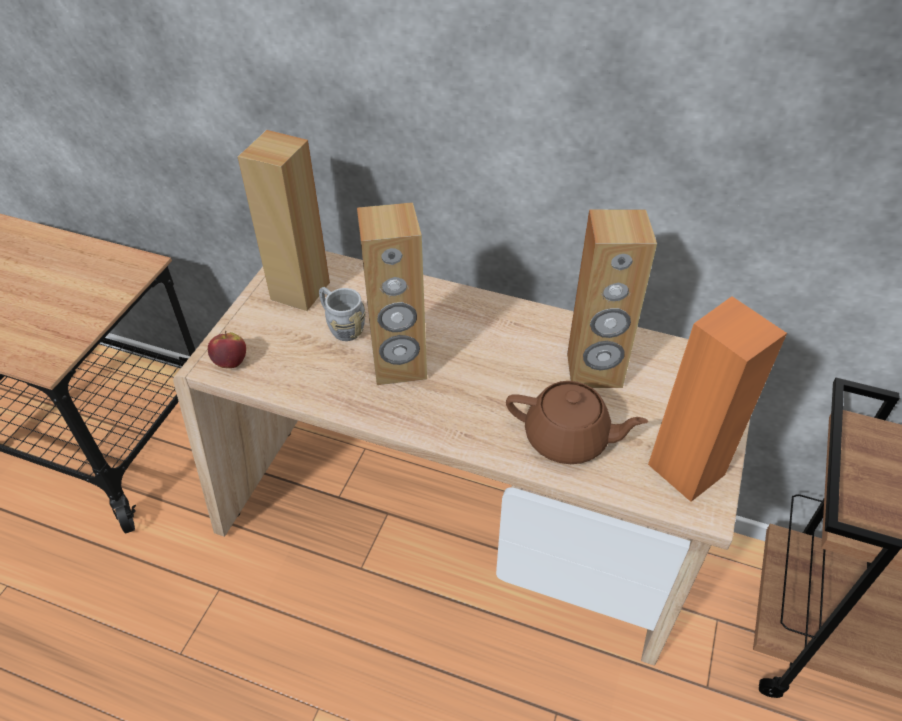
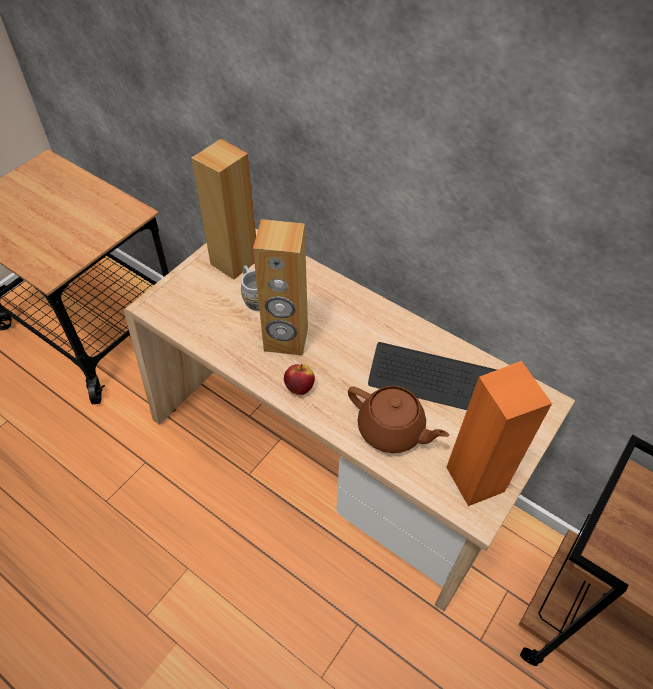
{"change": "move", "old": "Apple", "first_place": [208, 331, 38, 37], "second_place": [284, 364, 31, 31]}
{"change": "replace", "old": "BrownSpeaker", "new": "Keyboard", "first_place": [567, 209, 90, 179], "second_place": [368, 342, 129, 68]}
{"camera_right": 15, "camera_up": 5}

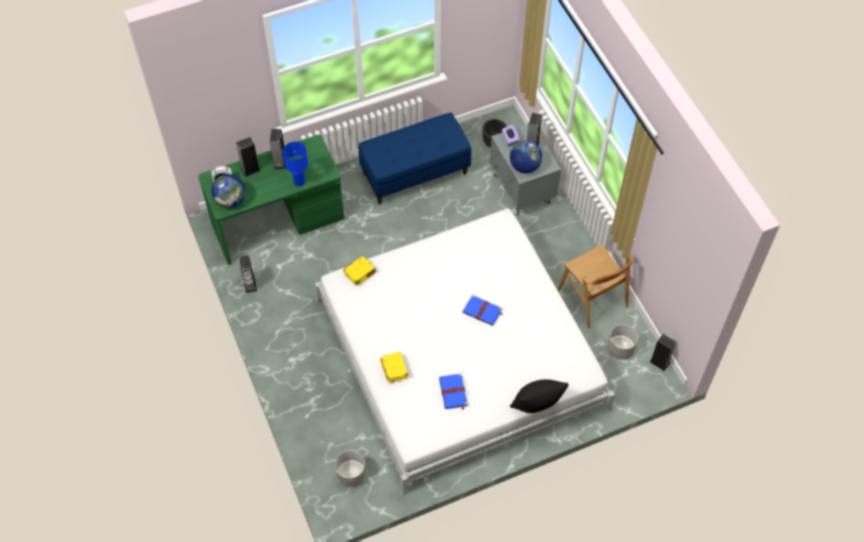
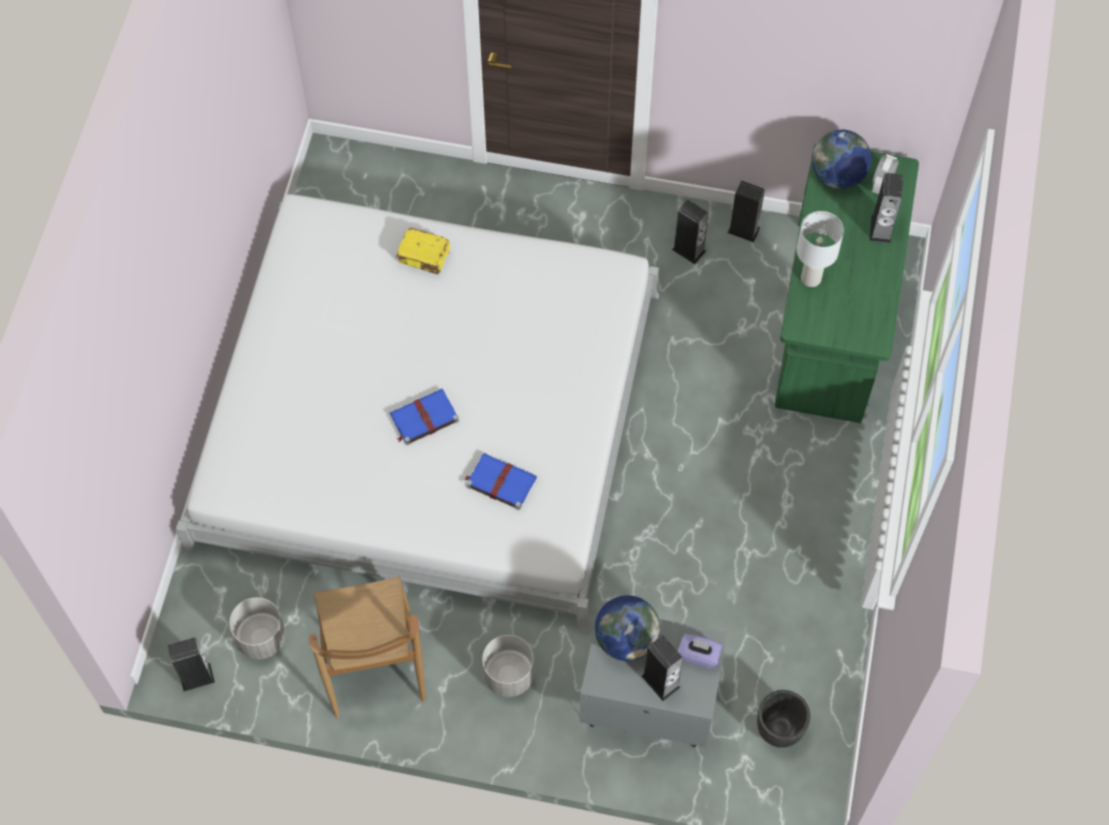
{"change": "delete", "old": "YellowBook", "first_place": [343, 256, 33, 29]}
{"change": "delete", "old": "BlueBench", "first_place": [358, 113, 113, 91]}
{"change": "delete", "old": "BlackPillow", "first_place": [510, 379, 59, 34]}
{"change": "move", "old": "Speaker", "first_place": [270, 129, 15, 40], "second_place": [672, 200, 37, 64]}
{"change": "move", "old": "GreyPlanter", "first_place": [335, 450, 31, 37], "second_place": [482, 635, 52, 62]}
{"change": "move", "old": "BlueBook", "first_place": [439, 373, 29, 37], "second_place": [465, 453, 72, 57]}
{"change": "recolor", "old": "BlueTableLamp", "new": "WhiteTableLamp", "first_place": [283, 142, 25, 44], "second_place": [796, 211, 48, 76]}
{"change": "rotate", "old": "BrownChair", "first_place": [558, 244, 75, 85], "second_place": [309, 577, 117, 141], "degrees": -105}
{"camera_right": 125, "camera_up": 5}

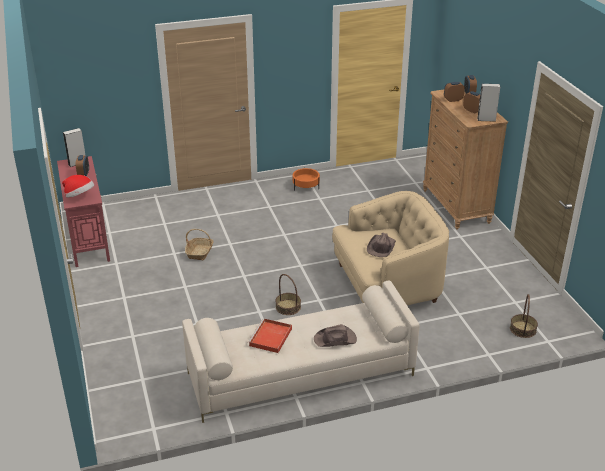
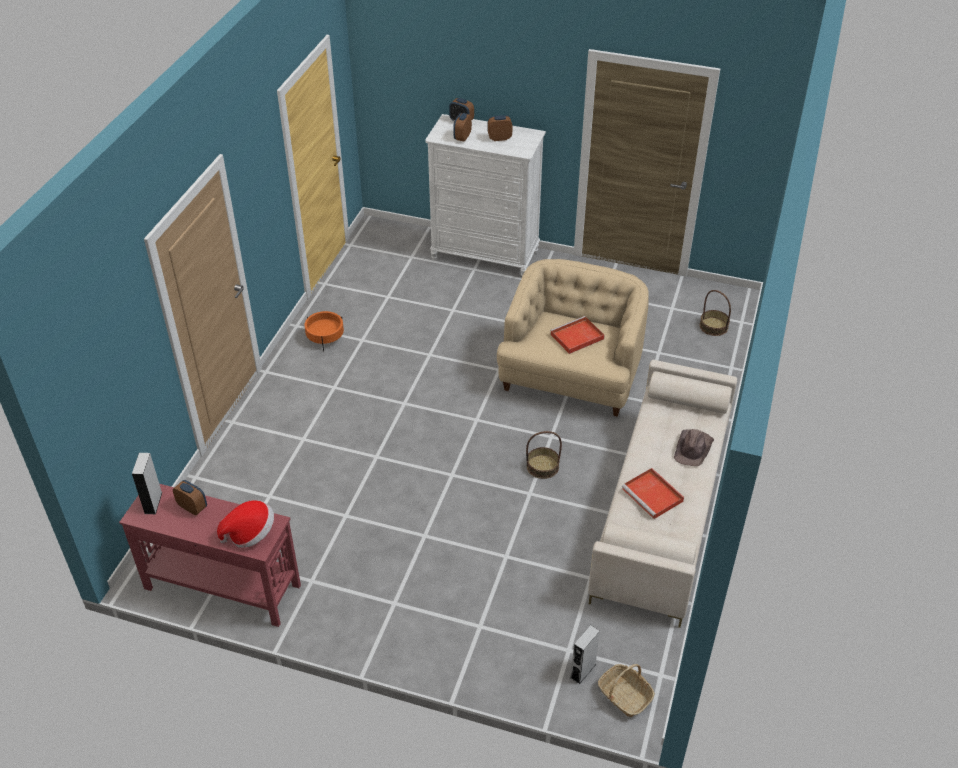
{"change": "move", "old": "Basket", "first_place": [185, 229, 29, 31], "second_place": [598, 664, 57, 53]}
{"change": "move", "old": "GreySpeaker", "first_place": [477, 84, 23, 38], "second_place": [570, 625, 30, 59]}
{"change": "replace", "old": "BrownHat", "new": "RedTray", "first_place": [367, 233, 29, 24], "second_place": [550, 316, 55, 38]}
{"change": "recolor", "old": "BrownDresser", "new": "WhiteDresser", "first_place": [423, 90, 85, 140], "second_place": [425, 114, 121, 162]}
{"camera_right": -55, "camera_up": 10}

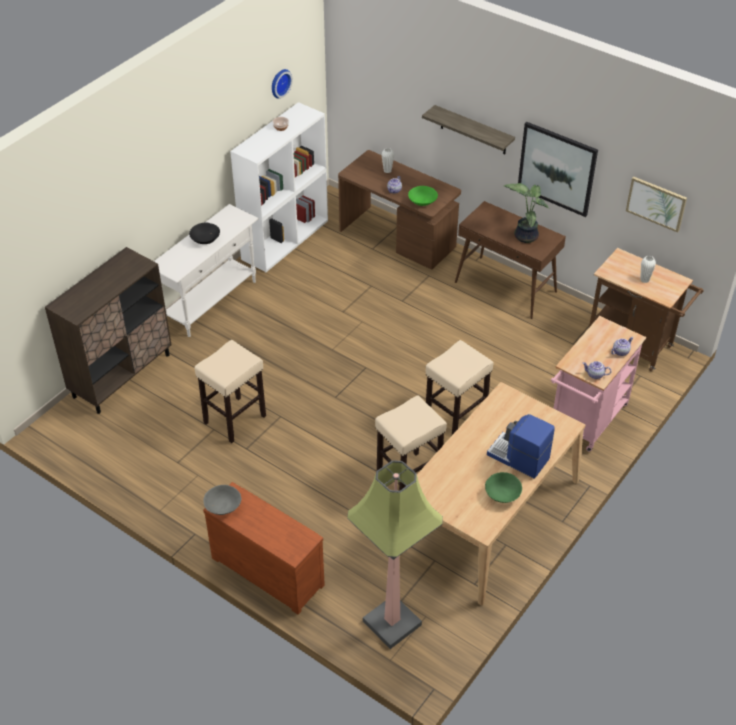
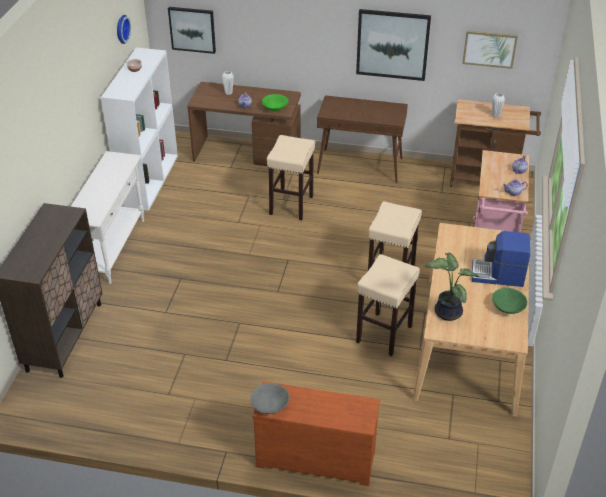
{"change": "delete", "old": "BlackBowl", "first_place": [189, 223, 31, 21]}
{"change": "delete", "old": "FloorLamp", "first_place": [347, 460, 96, 189]}
{"change": "delete", "old": "Shelf", "first_place": [422, 105, 93, 50]}
{"change": "insert", "new": "Picture", "second_place": [168, 7, 48, 47]}
{"change": "move", "old": "BeigeStool", "first_place": [195, 340, 71, 103], "second_place": [267, 135, 48, 85]}
{"change": "move", "old": "PottedPlant", "first_place": [504, 183, 45, 60], "second_place": [425, 253, 56, 68]}
{"camera_right": -25, "camera_up": -5}

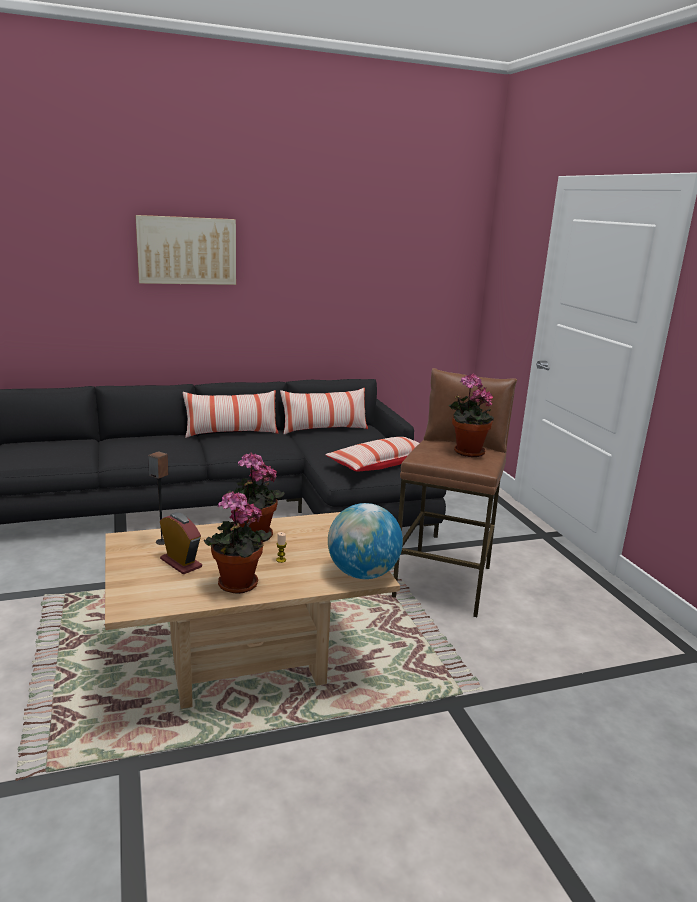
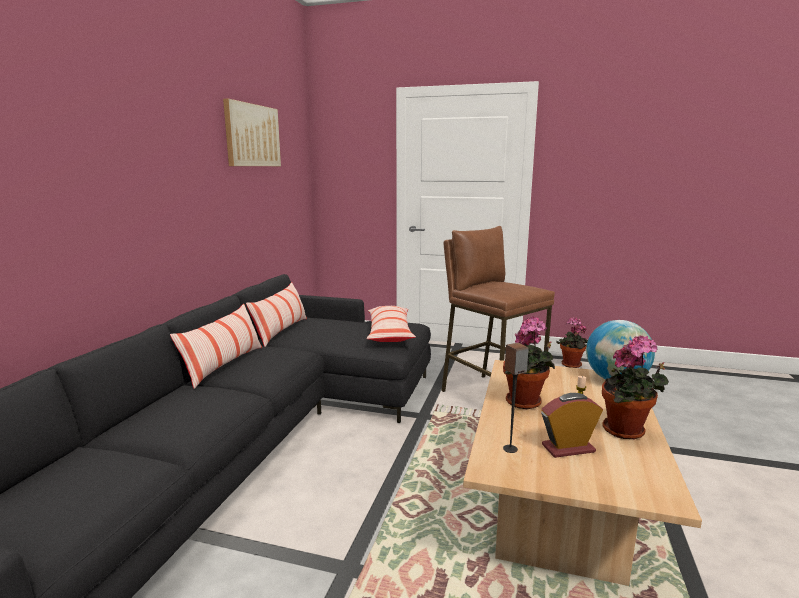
{"change": "move", "old": "Picture", "first_place": [135, 215, 101, 70], "second_place": [223, 99, 58, 67]}
{"change": "move", "old": "PottedPlant", "first_place": [448, 374, 46, 83], "second_place": [556, 317, 32, 51]}
{"camera_right": -55, "camera_up": -5}

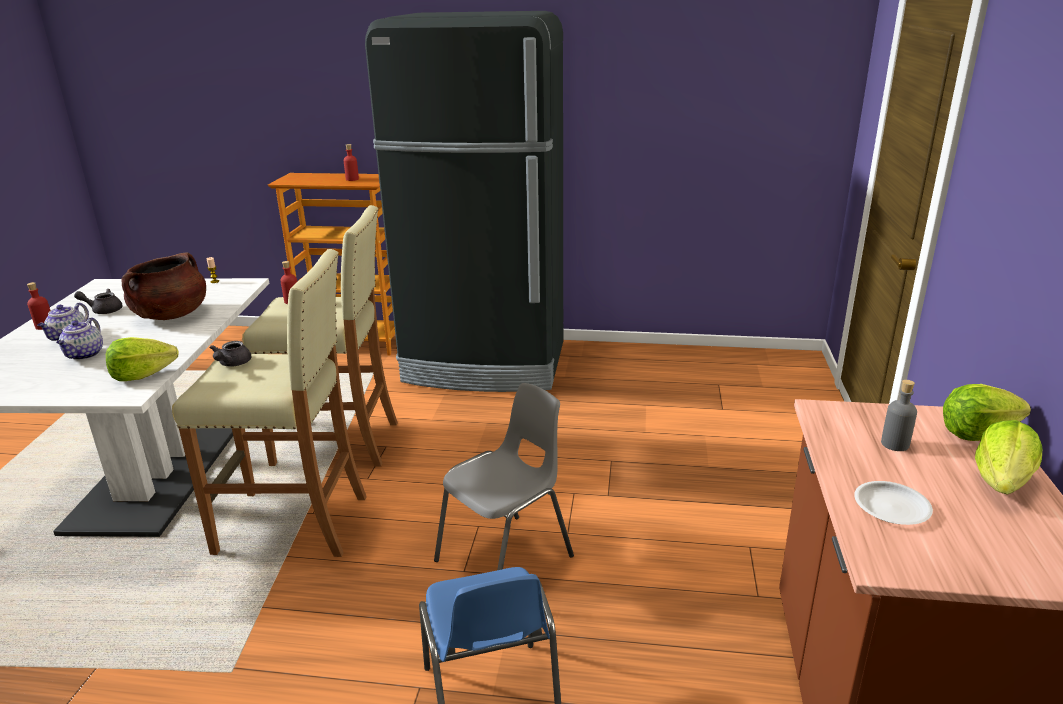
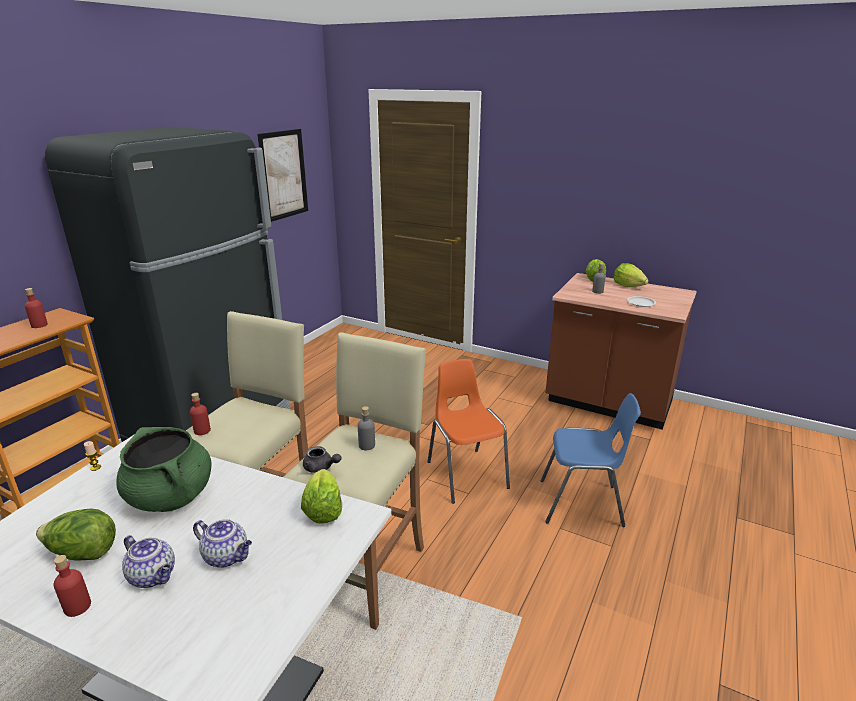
{"change": "insert", "new": "Picture", "second_place": [257, 129, 51, 93]}
{"change": "insert", "new": "GreyBottle", "second_place": [358, 406, 17, 44]}
{"change": "replace", "old": "GreyTeapot", "new": "Lettuce", "first_place": [74, 289, 49, 25], "second_place": [36, 509, 80, 52]}
{"change": "recolor", "old": "BrownCookingPot", "new": "GreenCookingPot", "first_place": [121, 252, 85, 68], "second_place": [116, 427, 96, 85]}
{"change": "recolor", "old": "GreyChair", "new": "OrangeChair", "first_place": [434, 383, 140, 187], "second_place": [428, 359, 82, 145]}
{"camera_right": -70, "camera_up": 0}

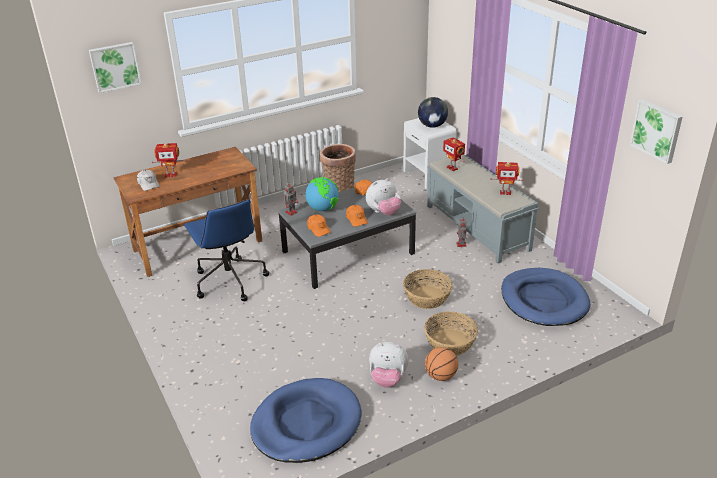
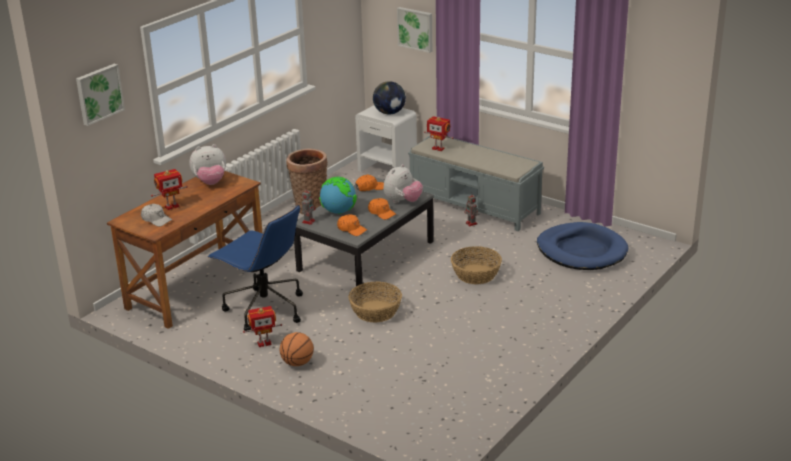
{"change": "delete", "old": "BlueDogBed", "first_place": [250, 378, 111, 85]}
{"change": "move", "old": "PlushToy", "first_place": [369, 342, 39, 46], "second_place": [190, 144, 36, 41]}
{"change": "move", "old": "Basket", "first_place": [424, 311, 54, 45], "second_place": [348, 281, 54, 42]}
{"change": "move", "old": "Basketball", "first_place": [425, 347, 33, 34], "second_place": [279, 332, 35, 34]}
{"change": "move", "old": "ToyRobot", "first_place": [490, 162, 33, 33], "second_place": [243, 306, 39, 41]}
{"change": "move", "old": "Picture", "first_place": [630, 99, 52, 65], "second_place": [397, 7, 35, 46]}
{"camera_right": -25, "camera_up": -5}

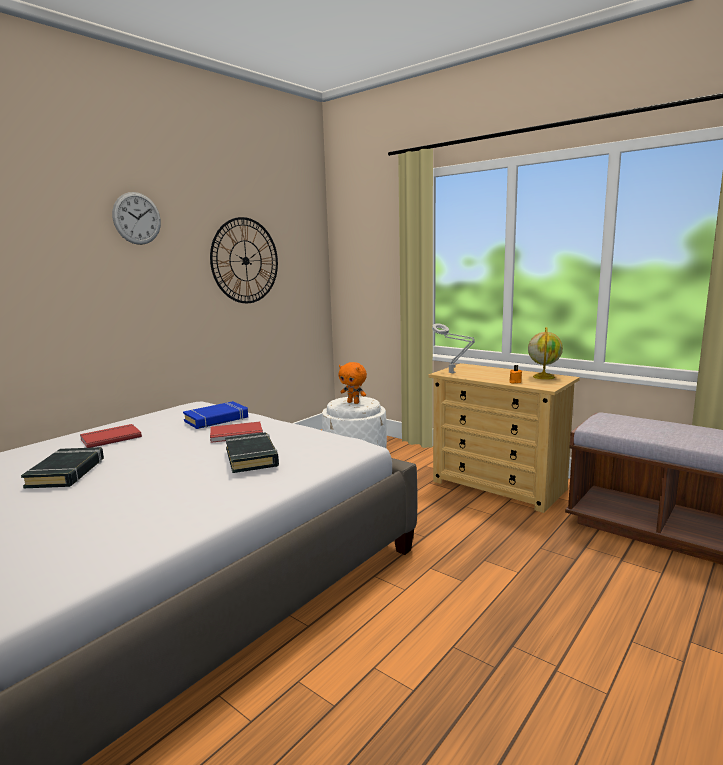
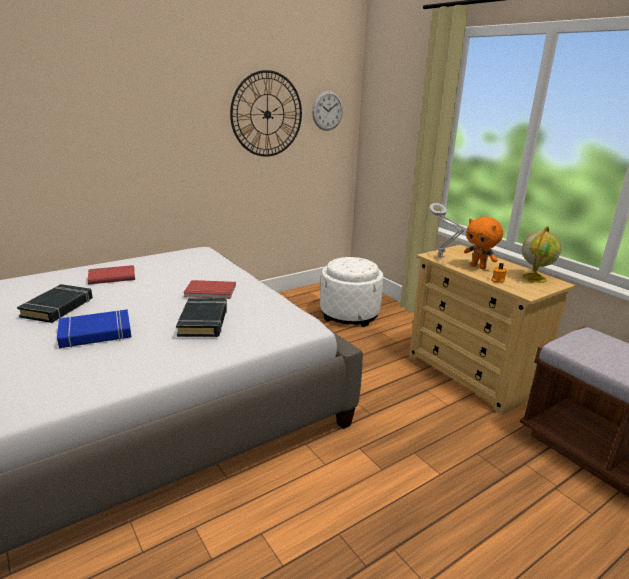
{"change": "move", "old": "WallClock", "first_place": [112, 192, 49, 53], "second_place": [312, 91, 31, 40]}
{"change": "move", "old": "BlueBook", "first_place": [183, 401, 65, 28], "second_place": [57, 309, 74, 39]}
{"change": "move", "old": "OrangePlushToy", "first_place": [339, 362, 28, 42], "second_place": [464, 217, 39, 52]}
{"camera_right": 15, "camera_up": 10}

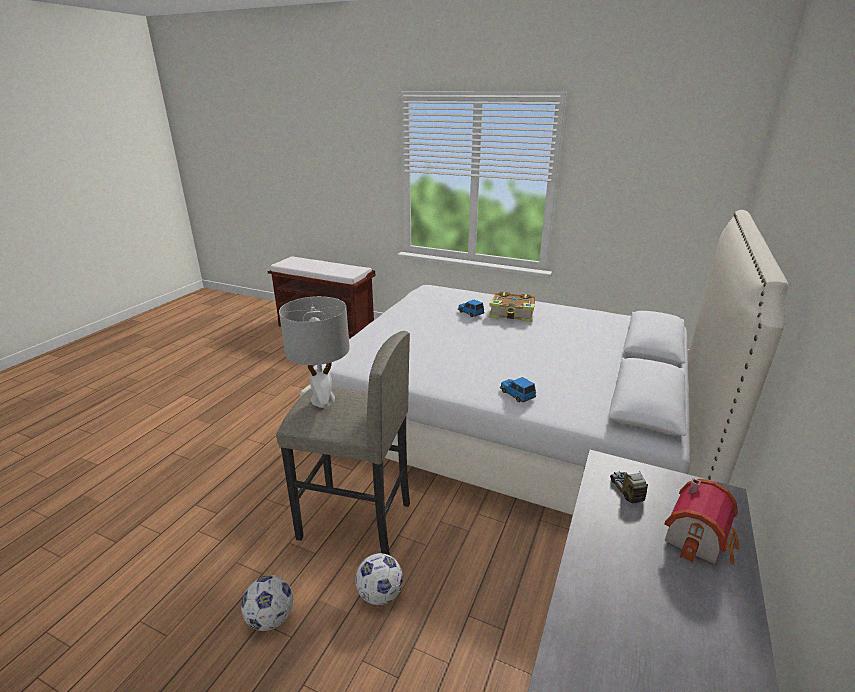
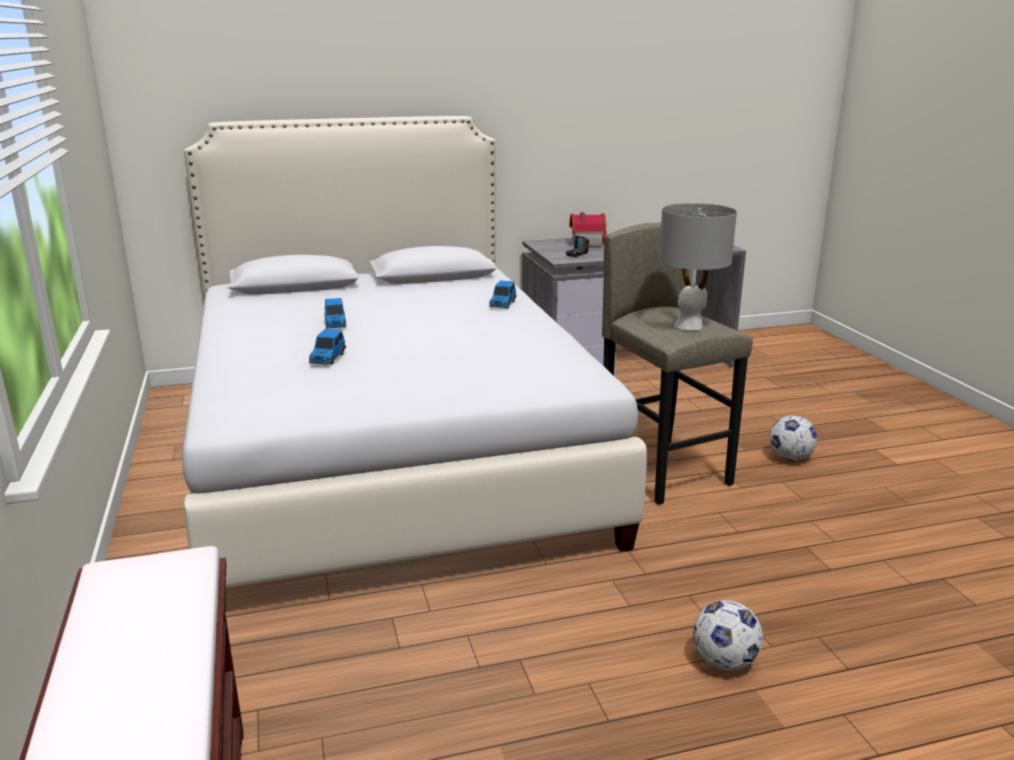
{"change": "delete", "old": "Book", "first_place": [489, 292, 46, 30]}
{"change": "insert", "new": "ToyCar", "second_place": [324, 298, 22, 31]}
{"change": "move", "old": "Football", "first_place": [355, 553, 48, 52], "second_place": [693, 600, 70, 71]}
{"camera_right": -130, "camera_up": -5}

